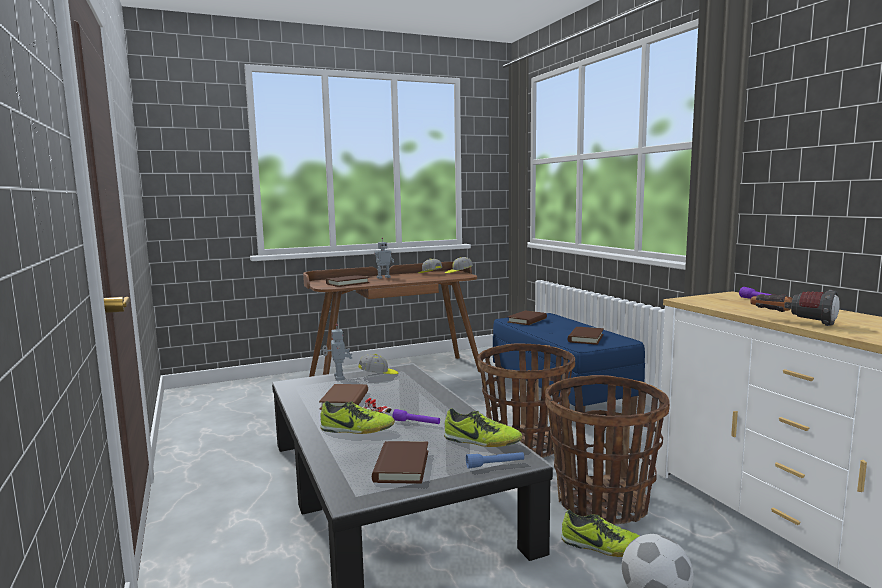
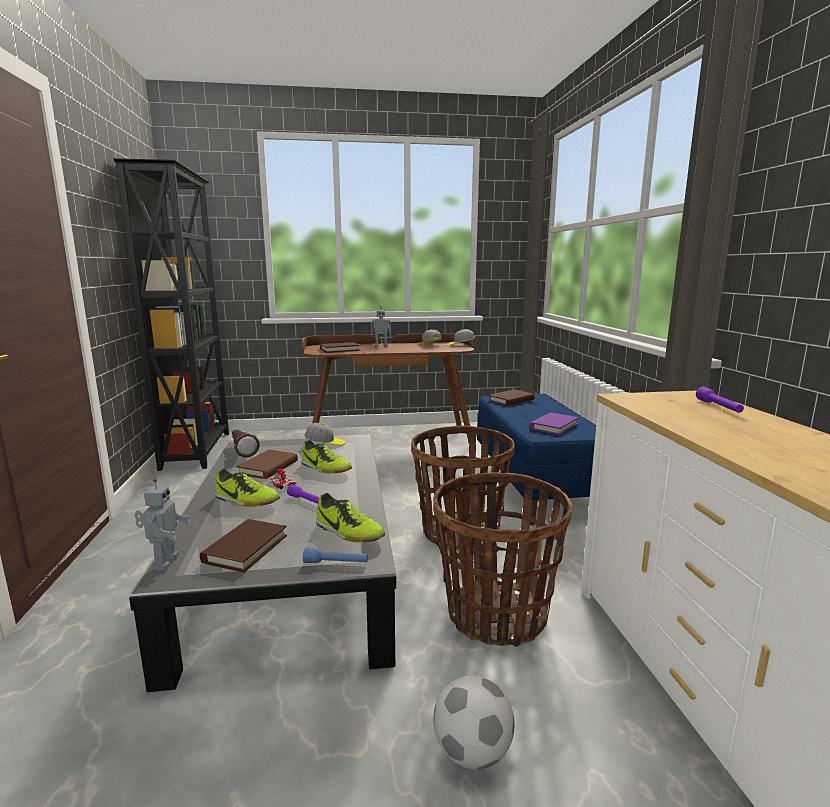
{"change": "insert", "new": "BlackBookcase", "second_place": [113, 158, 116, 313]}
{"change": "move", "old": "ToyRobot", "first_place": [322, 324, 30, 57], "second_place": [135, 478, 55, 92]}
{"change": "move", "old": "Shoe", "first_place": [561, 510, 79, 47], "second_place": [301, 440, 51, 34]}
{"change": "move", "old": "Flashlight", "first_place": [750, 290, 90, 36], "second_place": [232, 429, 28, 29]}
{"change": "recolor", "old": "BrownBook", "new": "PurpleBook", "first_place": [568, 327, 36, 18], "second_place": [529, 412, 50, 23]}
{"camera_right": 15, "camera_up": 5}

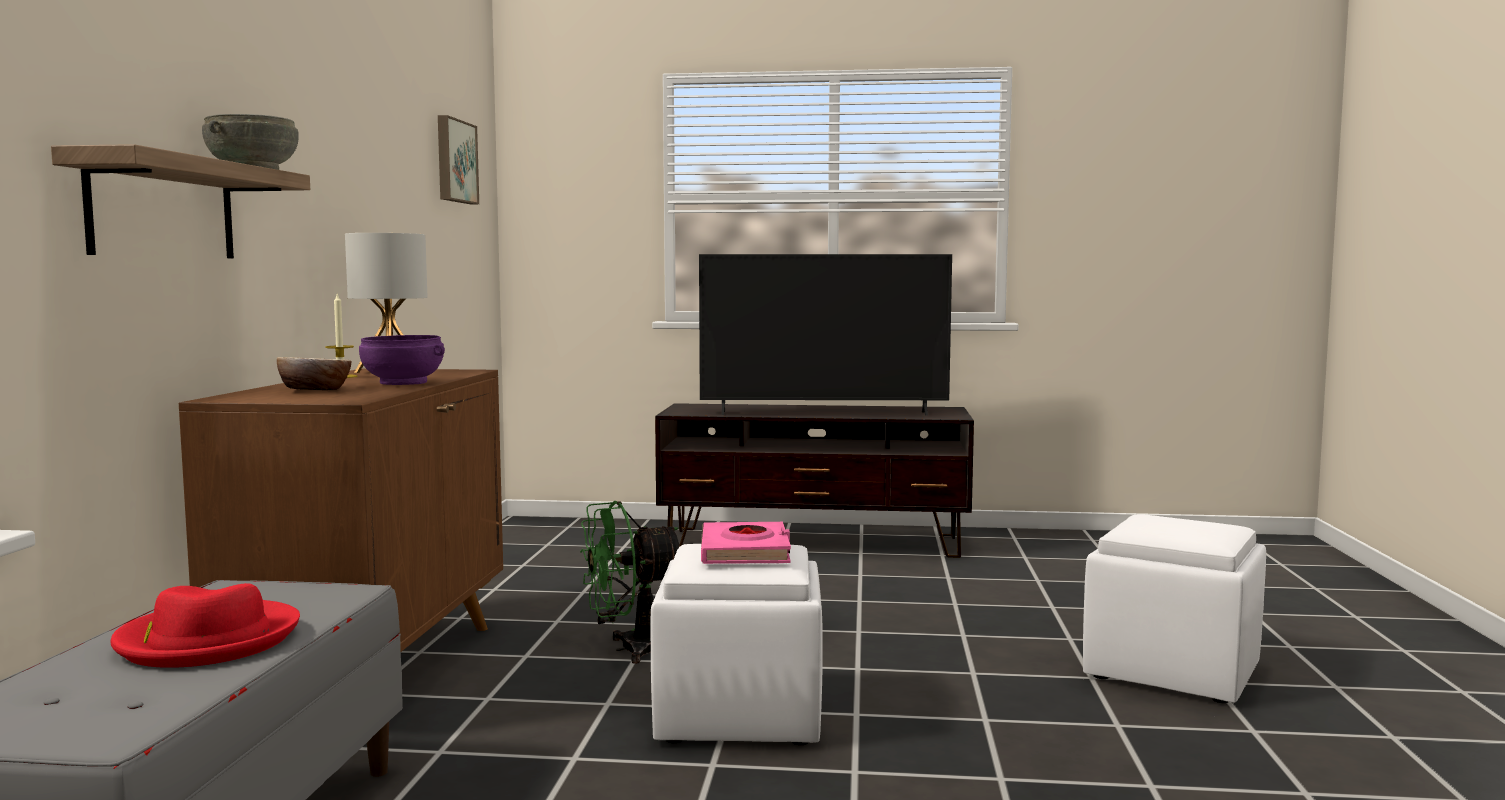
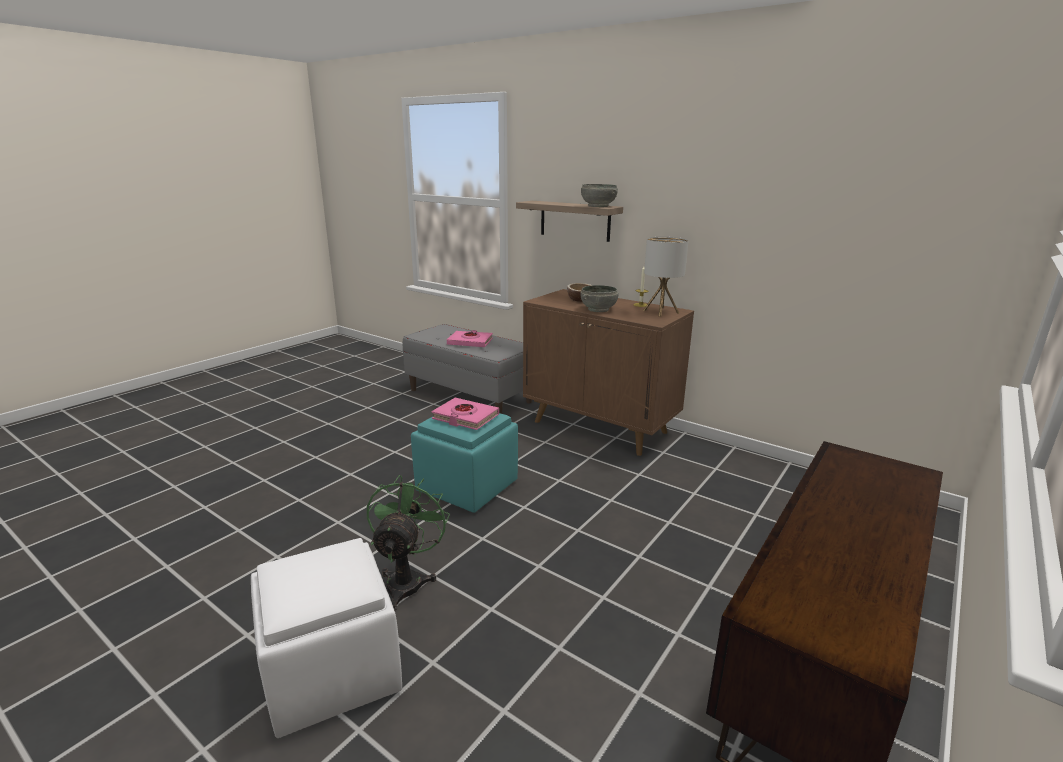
{"change": "delete", "old": "Picture", "first_place": [438, 115, 41, 89]}
{"change": "delete", "old": "Television", "first_place": [699, 254, 253, 162]}
{"change": "move", "old": "GreenFan", "first_place": [580, 501, 100, 163], "second_place": [367, 475, 83, 136]}
{"change": "replace", "old": "RedHat", "new": "PinkBook", "first_place": [110, 583, 190, 85], "second_place": [447, 330, 46, 17]}
{"change": "recolor", "old": "PurpleBowl", "new": "GreyBowl", "first_place": [359, 335, 86, 50], "second_place": [580, 285, 39, 27]}
{"change": "recolor", "old": "WhiteOttoman", "new": "TurquoiseOttoman", "first_place": [650, 544, 172, 201], "second_place": [411, 413, 107, 100]}
{"camera_right": 120, "camera_up": 15}

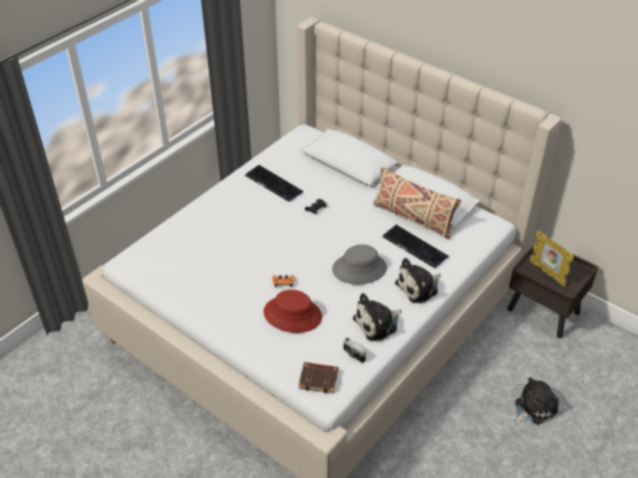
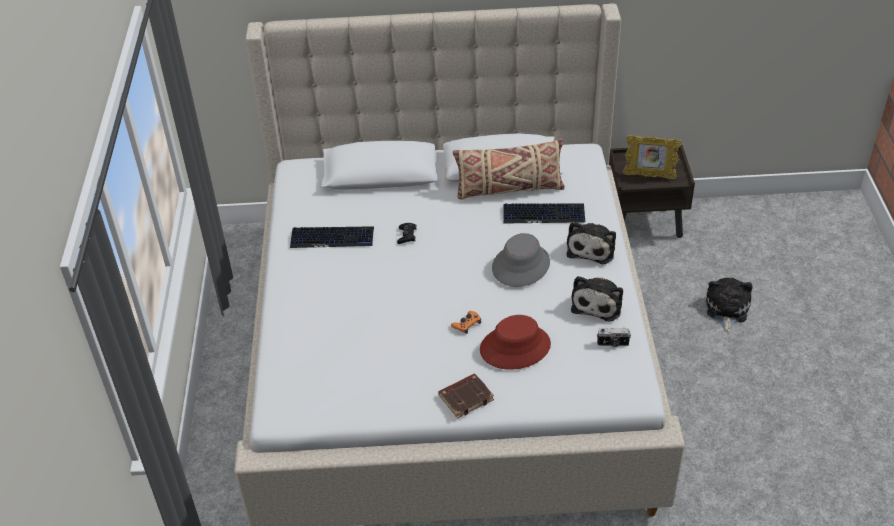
{"change": "move", "old": "BrownBook", "first_place": [299, 362, 39, 31], "second_place": [438, 373, 56, 45]}
{"camera_right": -40, "camera_up": 0}

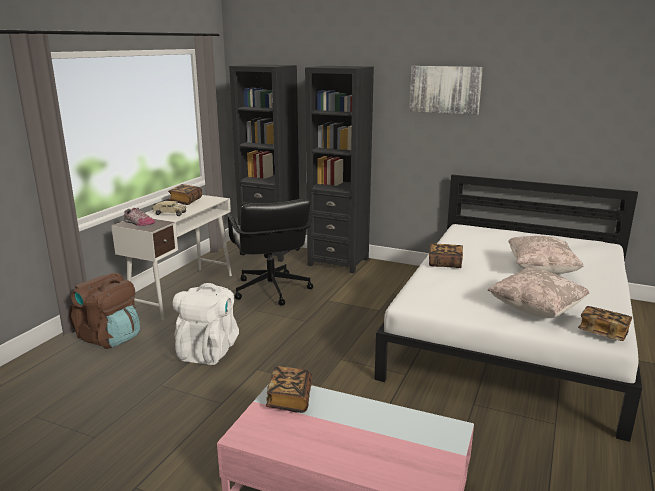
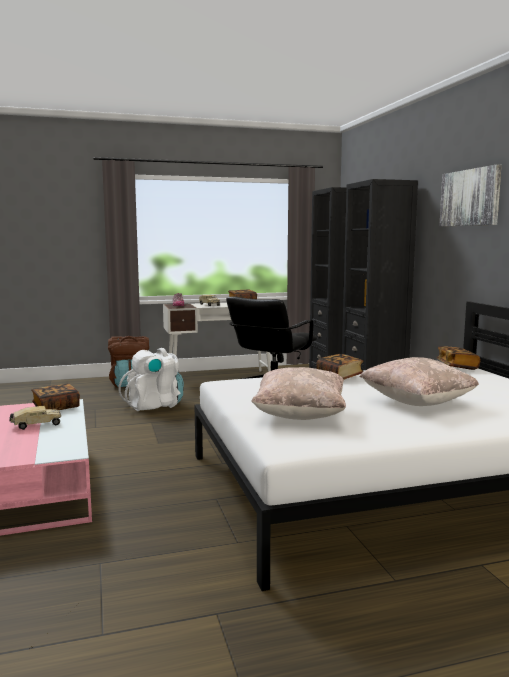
{"change": "insert", "new": "ToyTruck", "second_place": [9, 406, 52, 24]}
{"change": "move", "old": "Book", "first_place": [578, 306, 54, 35], "second_place": [436, 346, 44, 24]}
{"camera_right": 50, "camera_up": -10}

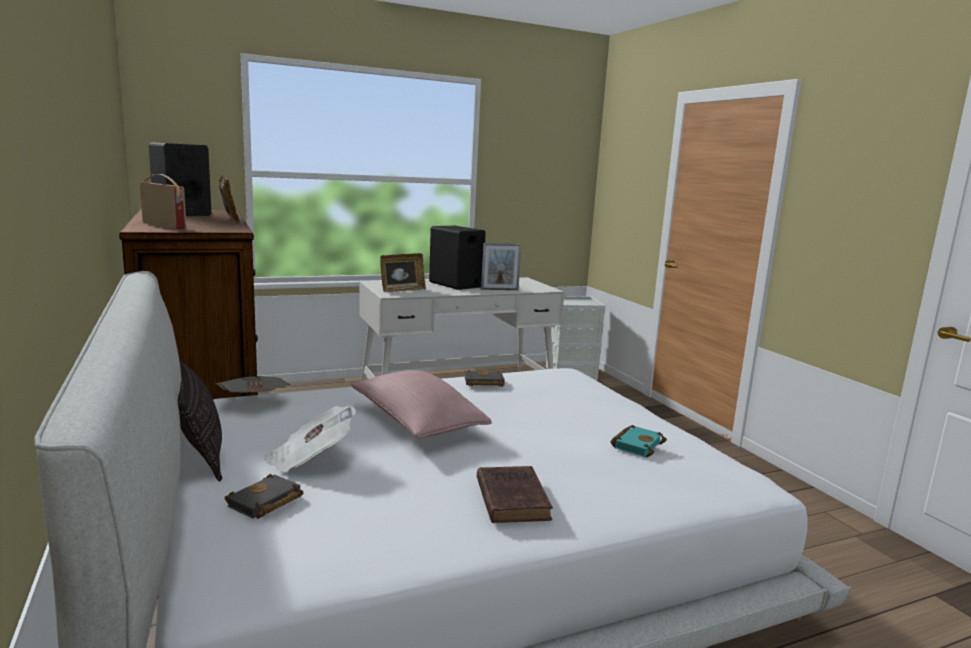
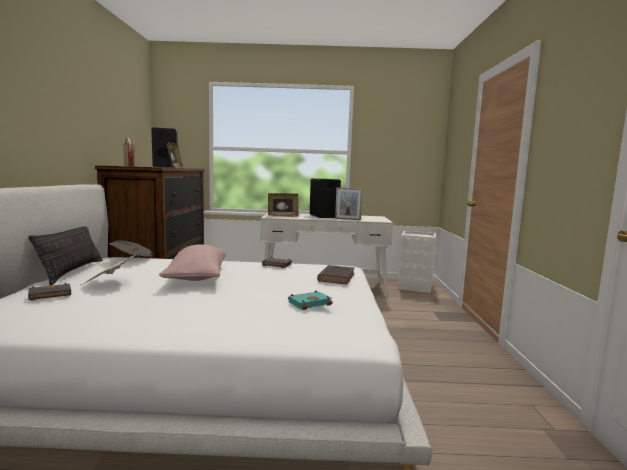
{"change": "move", "old": "BrownBook", "first_place": [477, 466, 76, 57], "second_place": [317, 265, 38, 19]}
{"camera_right": 25, "camera_up": -5}

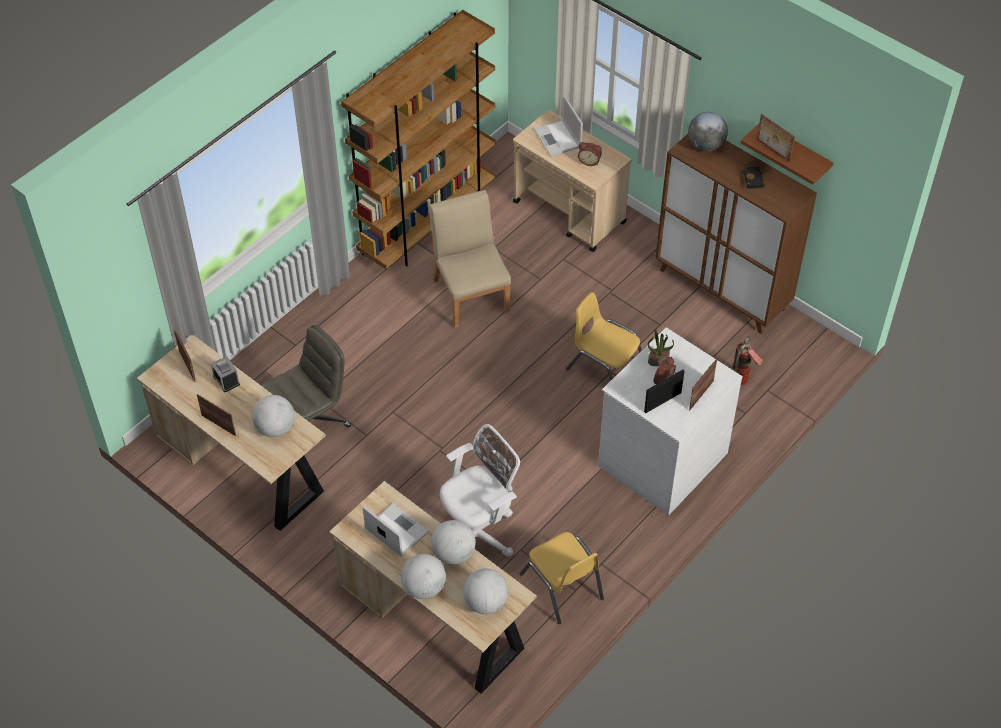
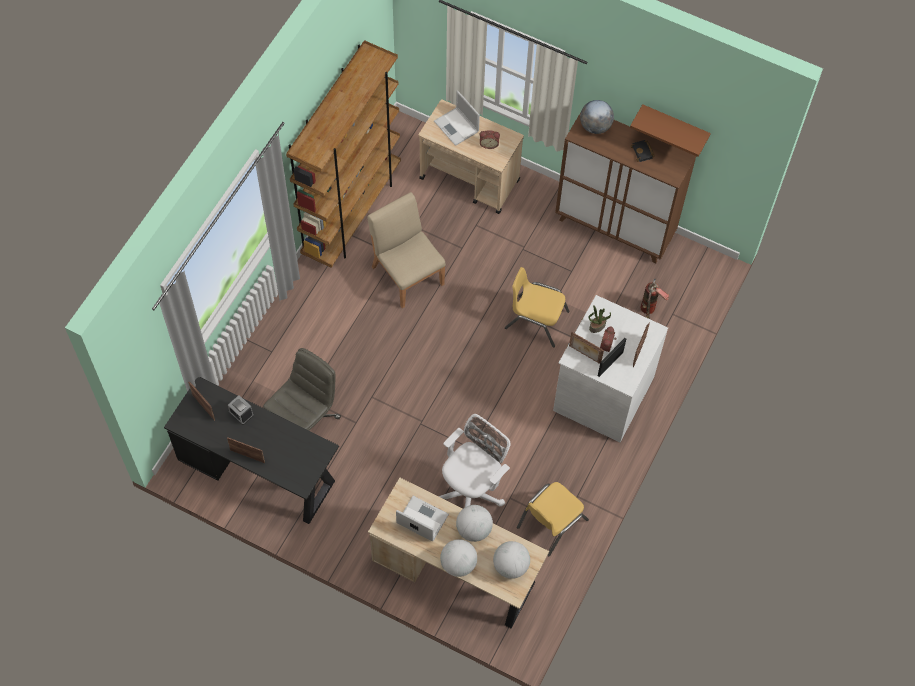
{"change": "delete", "old": "Globe", "first_place": [252, 395, 43, 42]}
{"change": "move", "old": "PictureFrame", "first_place": [757, 114, 38, 48], "second_place": [569, 332, 35, 32]}
{"change": "recolor", "old": "BeigeDesk", "new": "BlackDesk", "first_place": [137, 335, 189, 196], "second_place": [164, 377, 175, 147]}
{"change": "rotate", "old": "YellowChair", "first_place": [520, 532, 84, 92], "second_place": [517, 482, 72, 74], "degrees": 90}
{"camera_right": -15, "camera_up": 10}

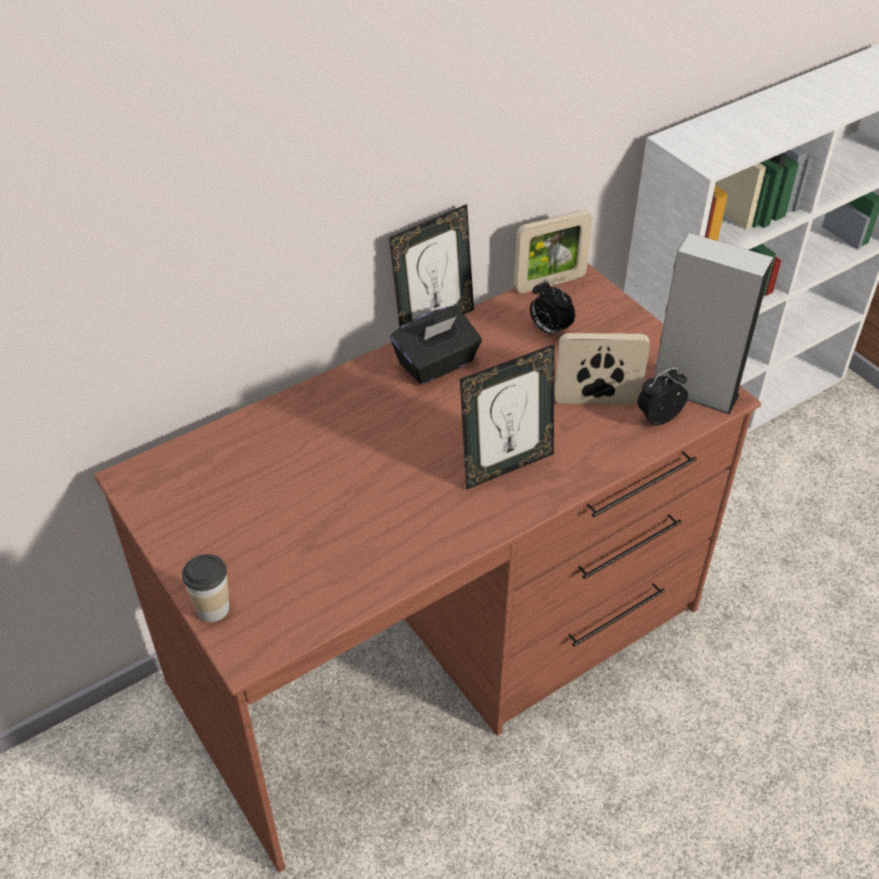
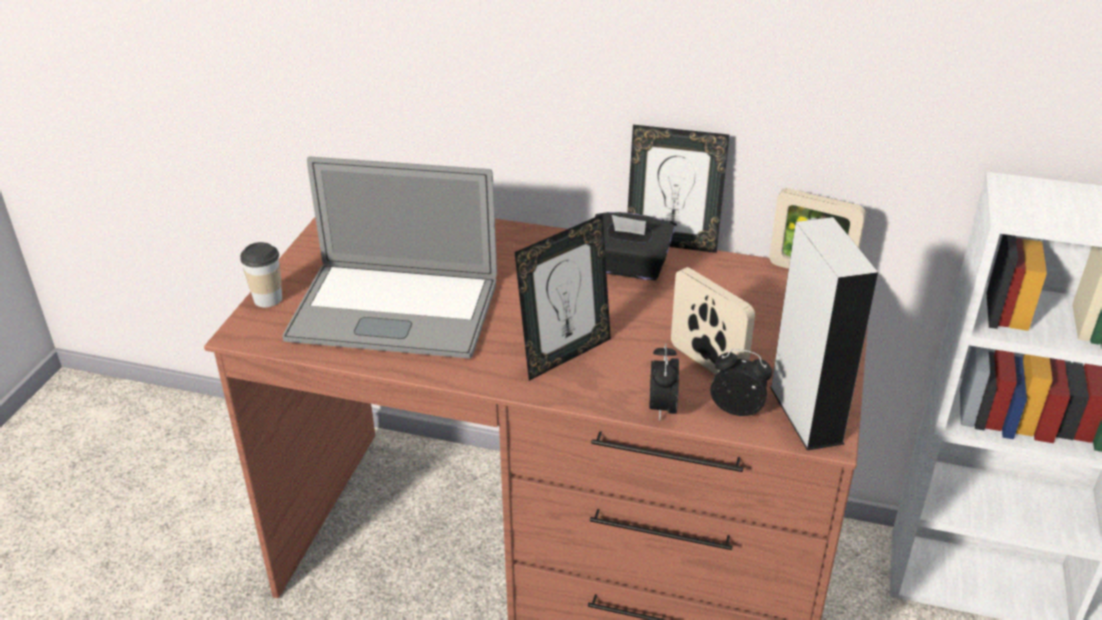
{"change": "insert", "new": "Laptop", "second_place": [282, 156, 215, 203]}
{"change": "move", "old": "AlarmClock", "first_place": [530, 280, 45, 57], "second_place": [650, 343, 29, 77]}
{"change": "rotate", "old": "PictureFrame", "first_place": [460, 344, 95, 146], "second_place": [514, 214, 97, 167], "degrees": -60}
{"camera_right": 50, "camera_up": -10}

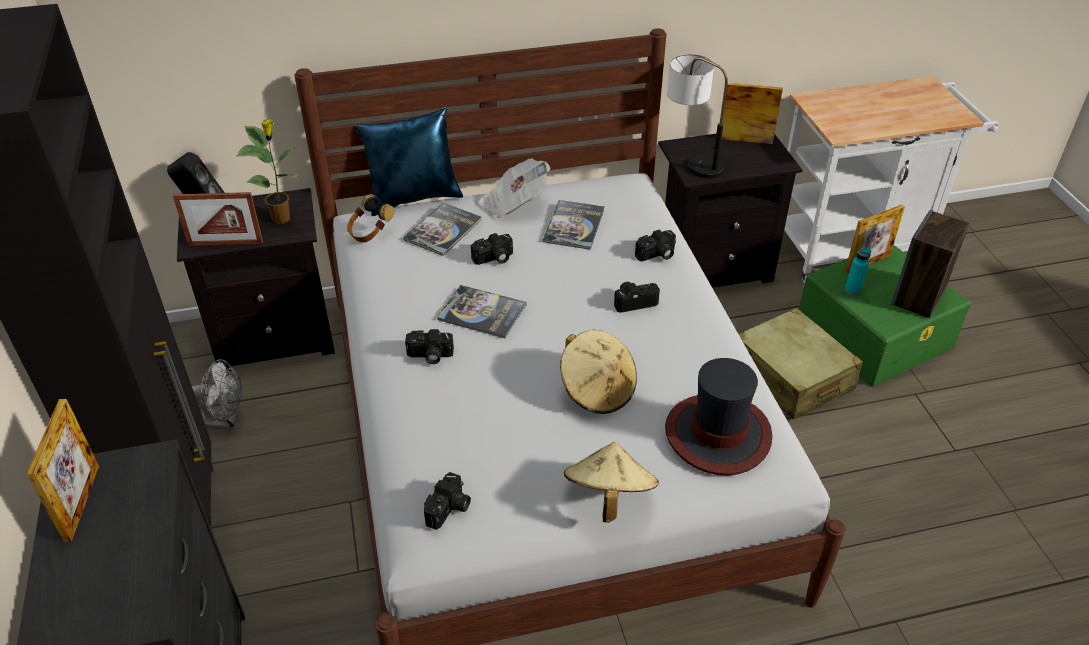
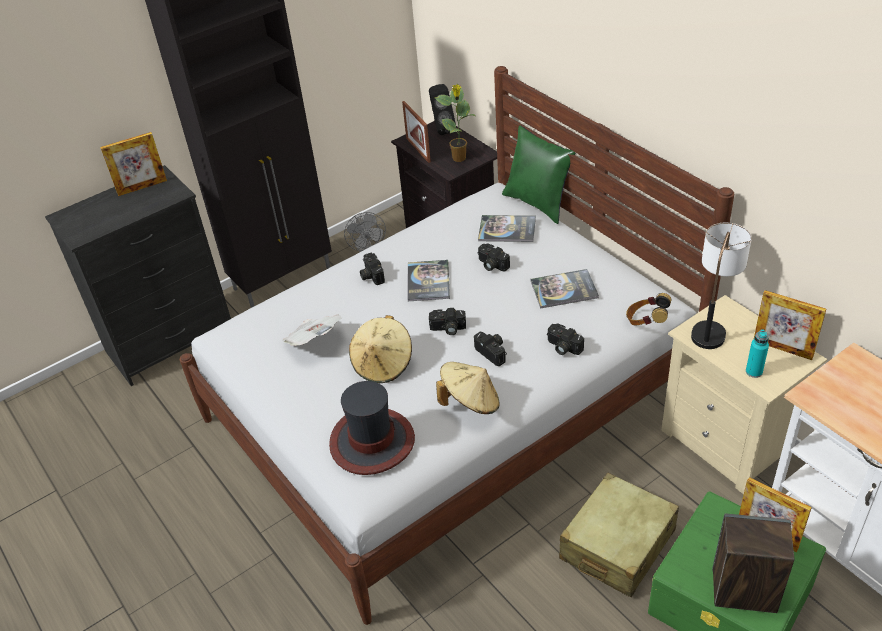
{"change": "move", "old": "Headphones", "first_place": [347, 194, 48, 49], "second_place": [626, 293, 45, 32]}
{"change": "move", "old": "PhotoCamera", "first_place": [424, 472, 47, 58], "second_place": [429, 308, 37, 27]}
{"change": "move", "old": "Newspaper", "first_place": [479, 158, 72, 61], "second_place": [283, 315, 59, 31]}
{"change": "move", "old": "BeigeHat", "first_place": [564, 442, 95, 81], "second_place": [436, 362, 64, 52]}
{"change": "move", "old": "TurquoiseBottle", "first_place": [845, 247, 26, 48], "second_place": [746, 329, 23, 49]}
{"change": "recolor", "old": "BluePillow", "new": "GreenPillow", "first_place": [355, 108, 108, 108], "second_place": [502, 125, 73, 99]}
{"change": "recolor", "old": "BlackNightstand", "new": "BeigeNightstand", "first_place": [658, 134, 145, 154], "second_place": [662, 295, 165, 199]}
{"change": "rotate", "old": "PictureFrame", "first_place": [721, 83, 62, 61], "second_place": [753, 290, 73, 70], "degrees": 135}
{"camera_right": 70, "camera_up": 0}

